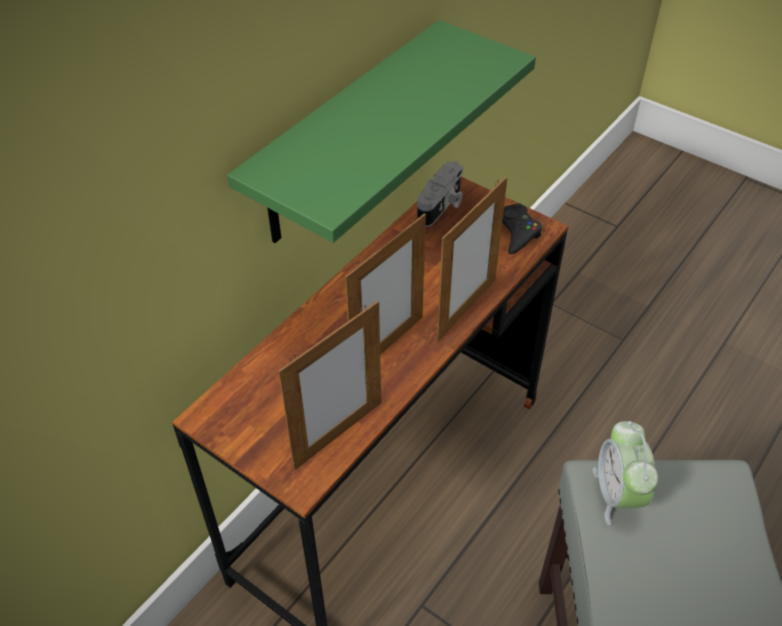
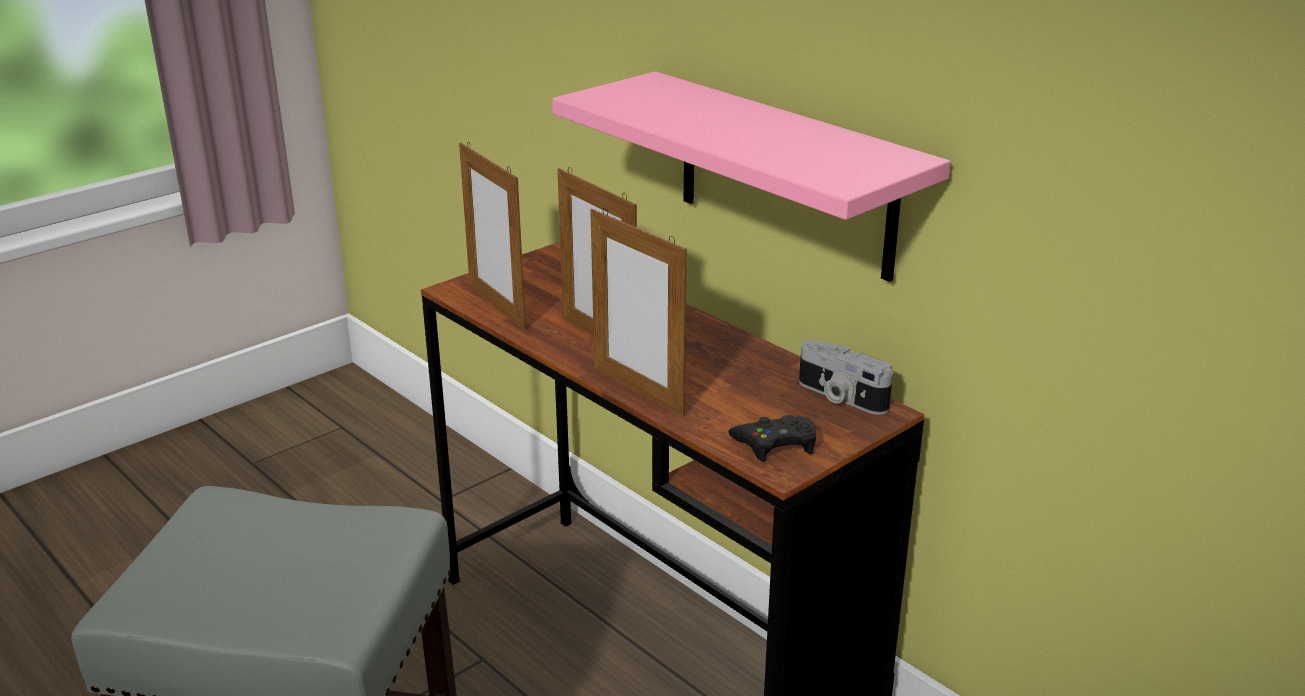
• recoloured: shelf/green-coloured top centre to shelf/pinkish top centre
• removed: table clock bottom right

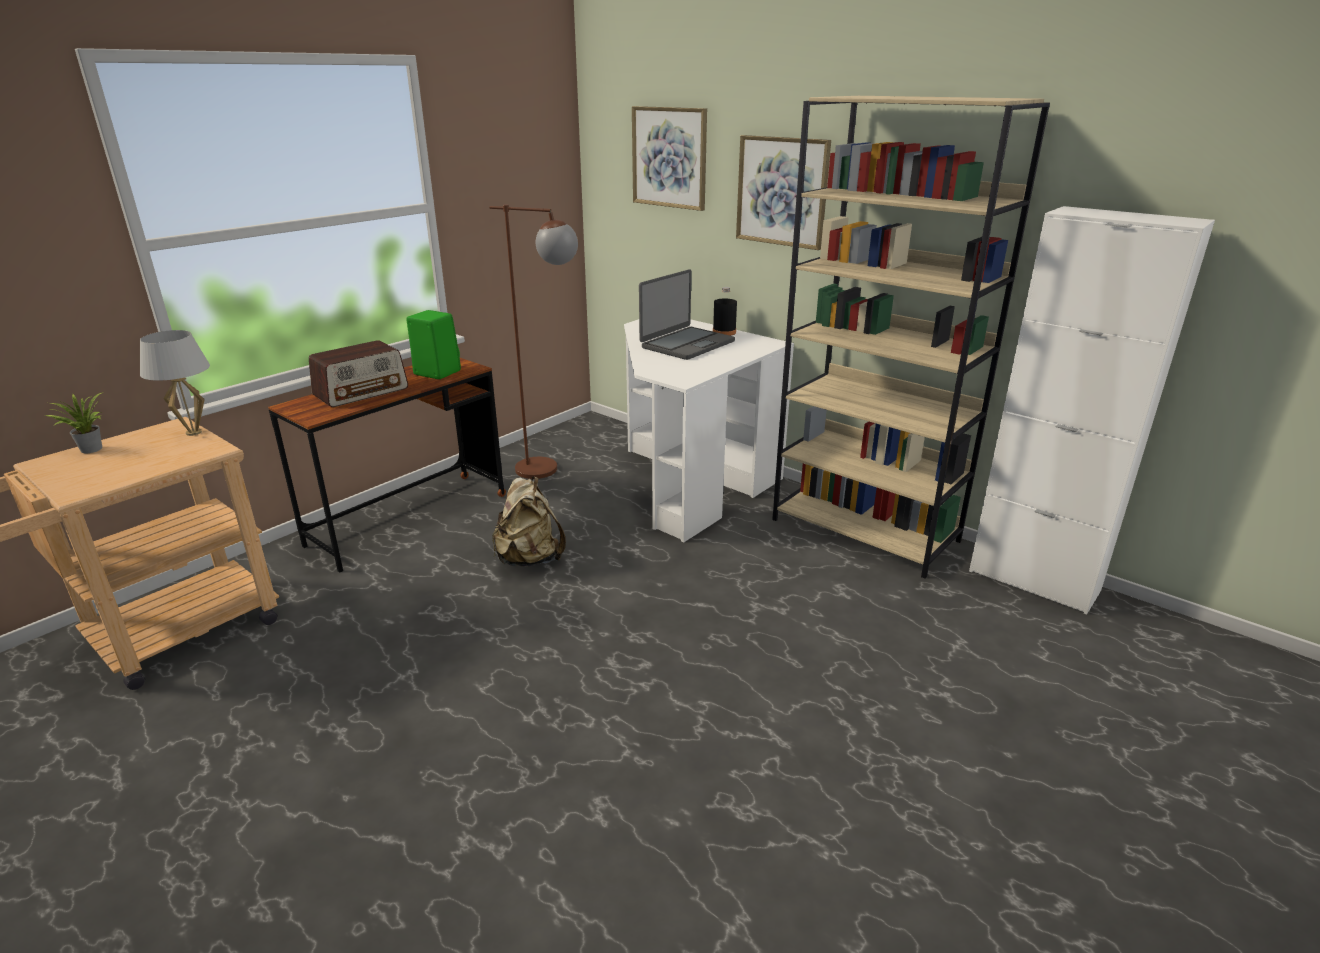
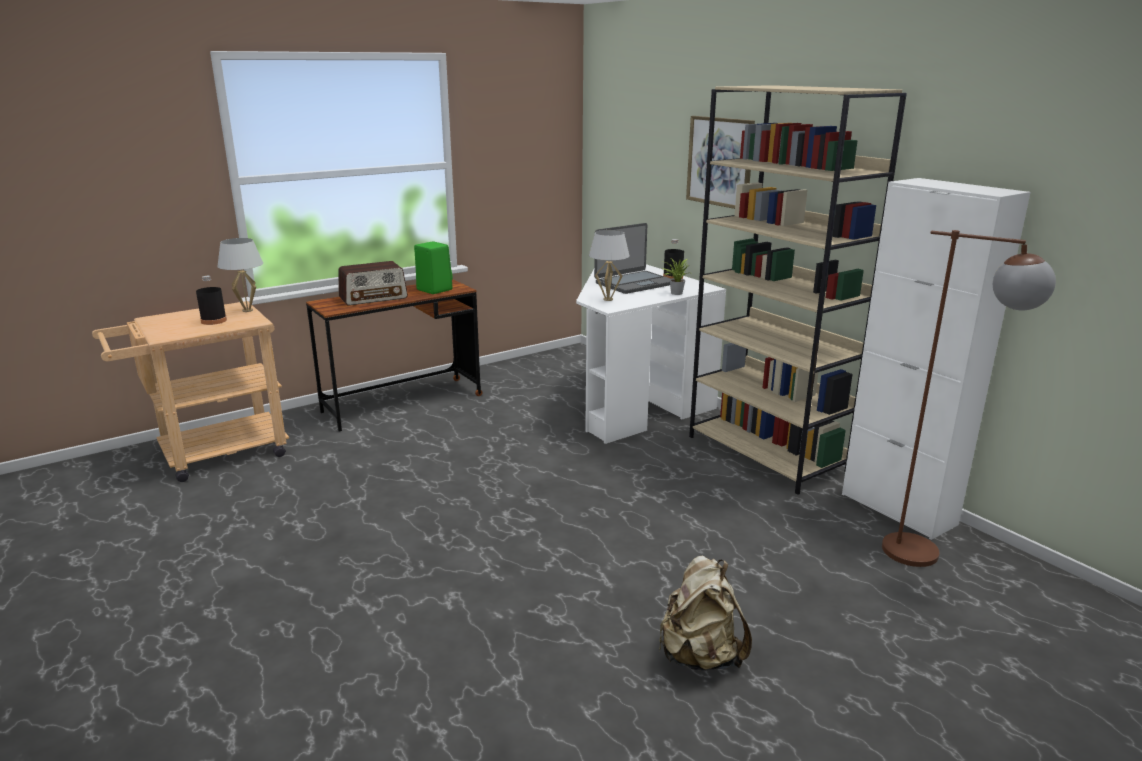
• removed: wall art (1st from left) top centre
• moved: standing lamp/brown-coloured centre to middle right
• moved: houseplant middle left to centre
• moved: rucksack/beige centre to bottom centre
• added: table lamp/white (2nd from left) centre
• added: beverage bottle/blackish (1st from left) middle left

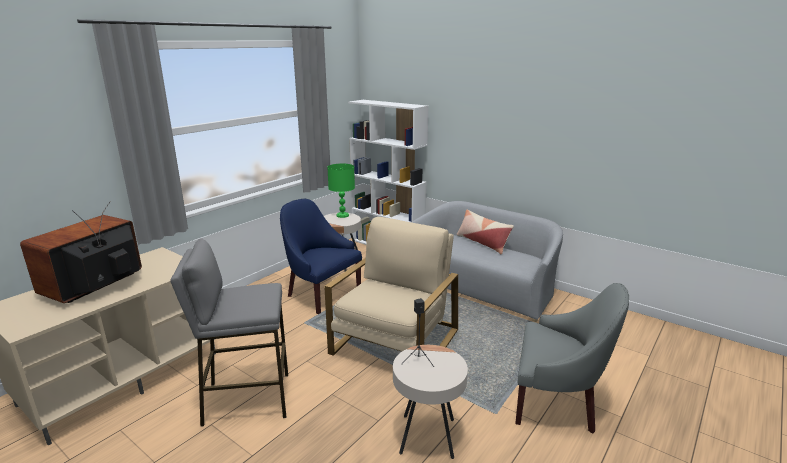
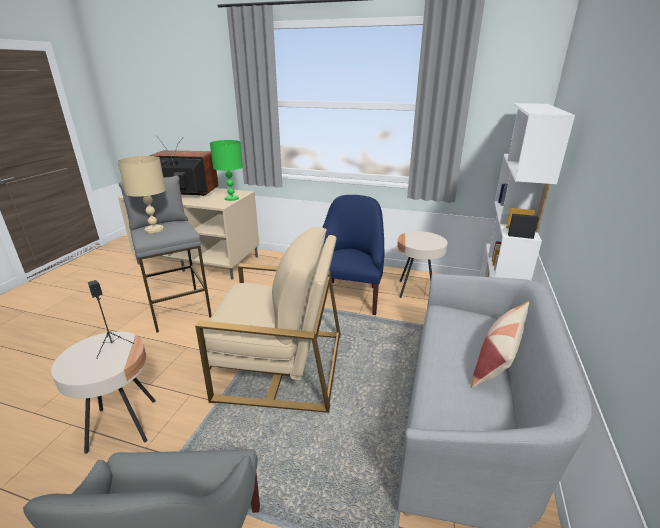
• moved: table lamp/green-coloured centre to top centre
• added: table lamp/beige middle left

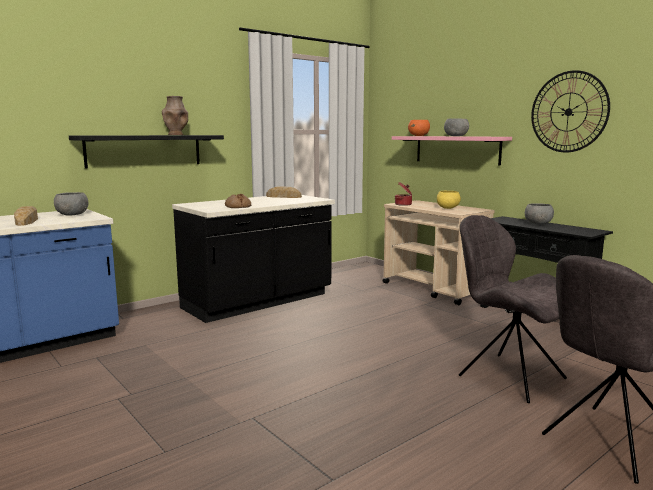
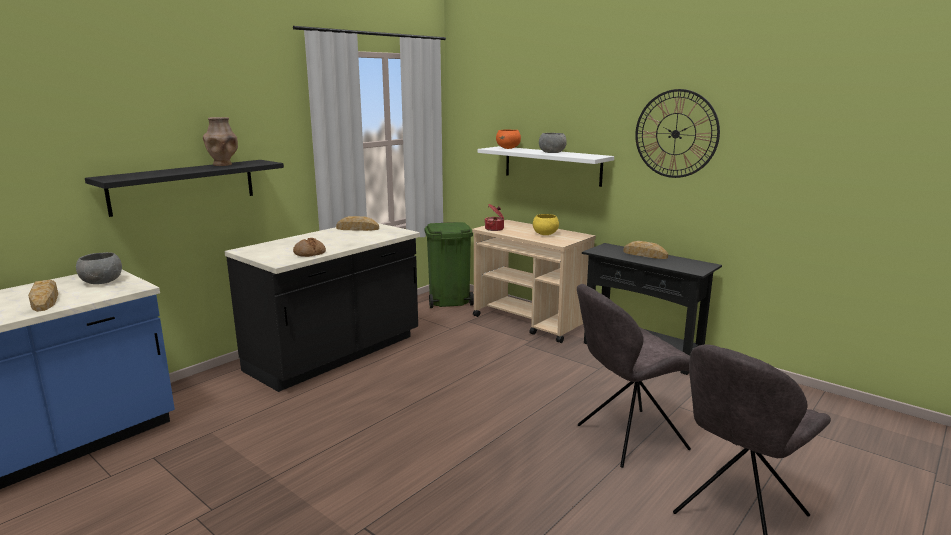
• recoloured: shelf/pinkish top right to shelf/white top centre
• replaced: bowl/gray (3rd from left) middle right to bread (4th from left) middle right
• turned: plain chair/gray (1st from left) middle right = bottom right 60 degrees counterclockwise
• added: waste bin/green-coloured centre

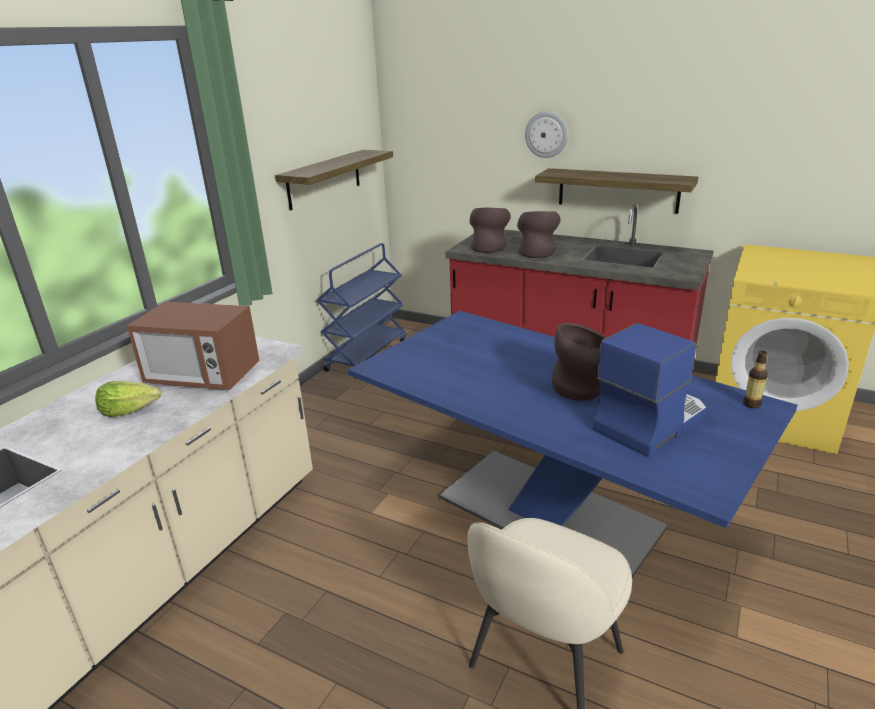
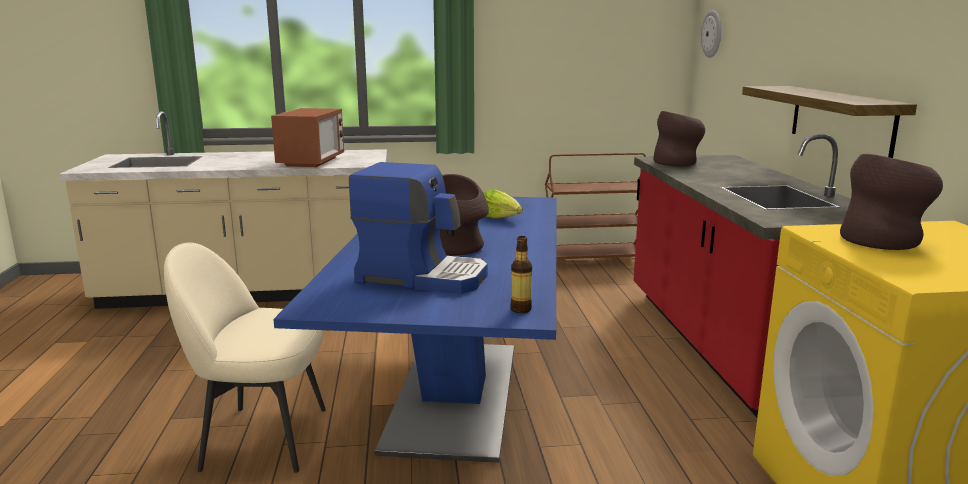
• moved: clock on the wall top centre to top right
• removed: shelf (1st from left) top centre
• moved: decorative vase/brown-coloured (2nd from left in the first image) top centre to decorative vase/brown-coloured (3rd from left) middle right
• recoloured: wheeled cart/blue centre to wheeled cart/brown-coloured centre
• turned: kitchen microwave middle left = top left 150 degrees counterclockwise
• moved: lettuce middle left to centre

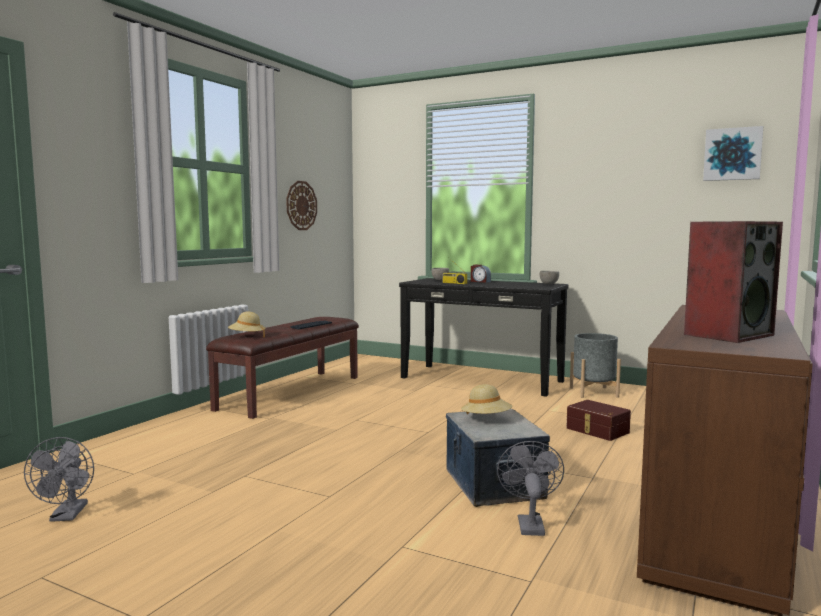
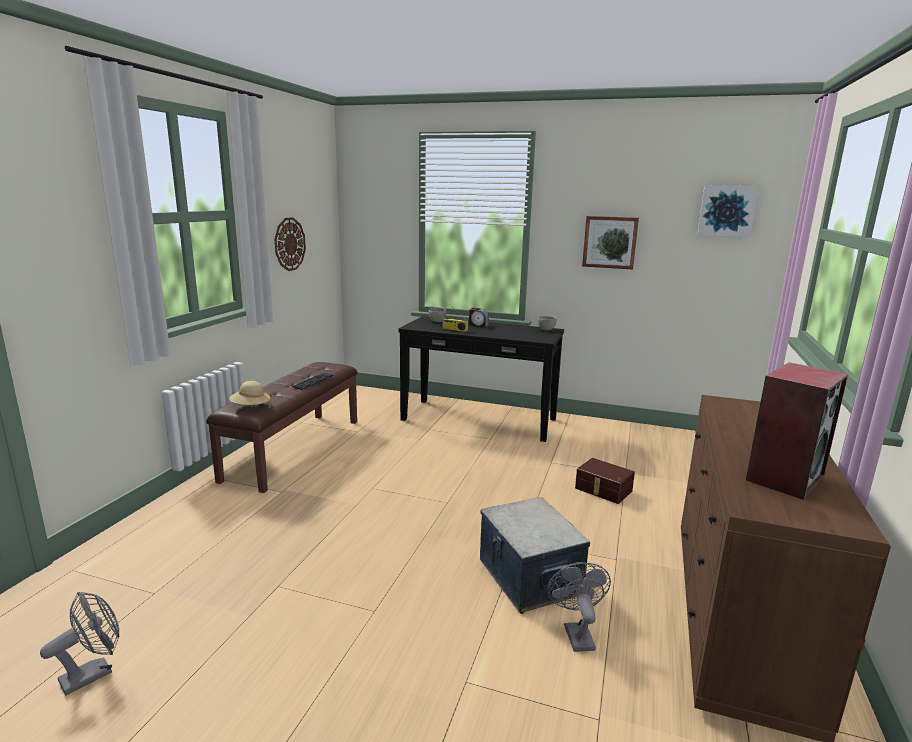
• removed: flower pot/gray middle right
• removed: wearable hat/beige (2nd from left) centre
• turned: fan/gray (1st from left) bottom left = bottom left 120 degrees counterclockwise
• added: wall art (1st from left) top right

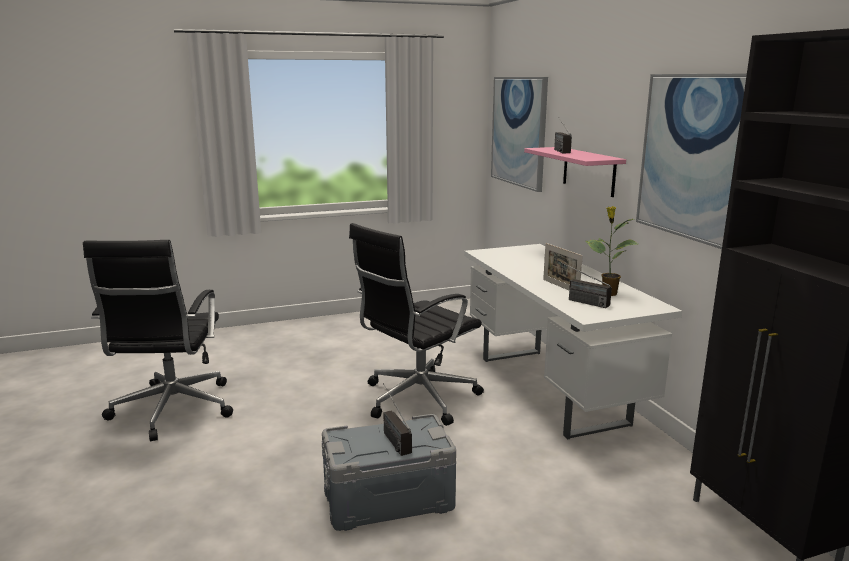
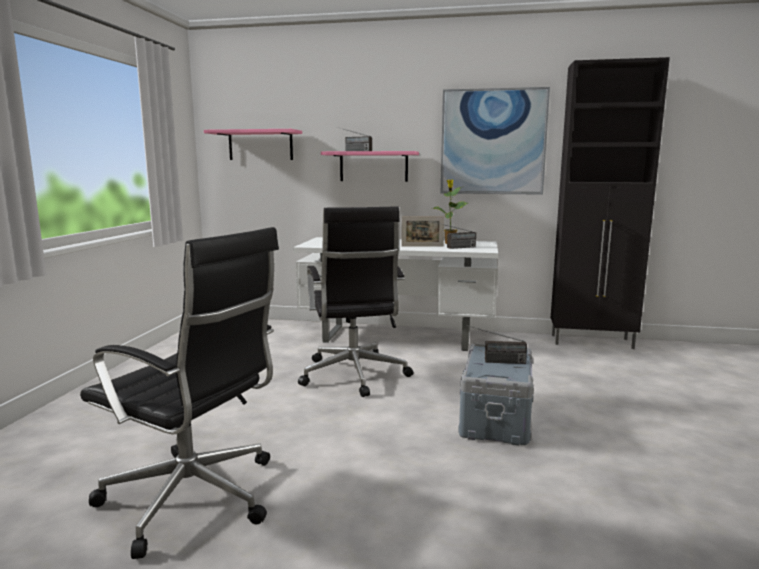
• replaced: wall art (1st from left) top centre to shelf/pinkish (1st from left) top centre

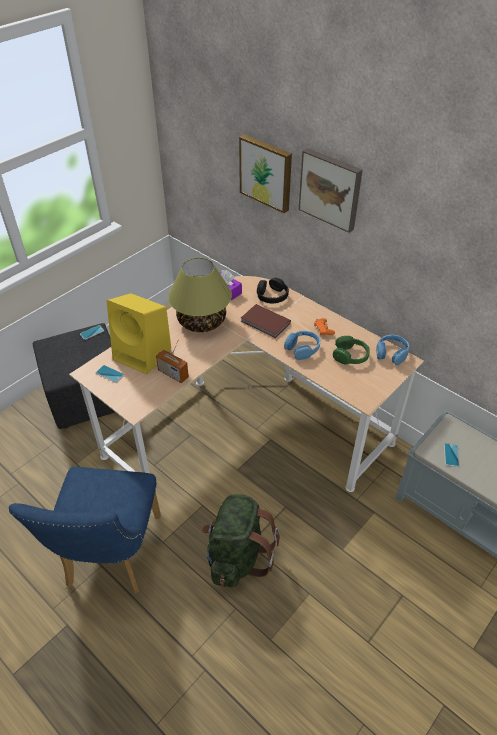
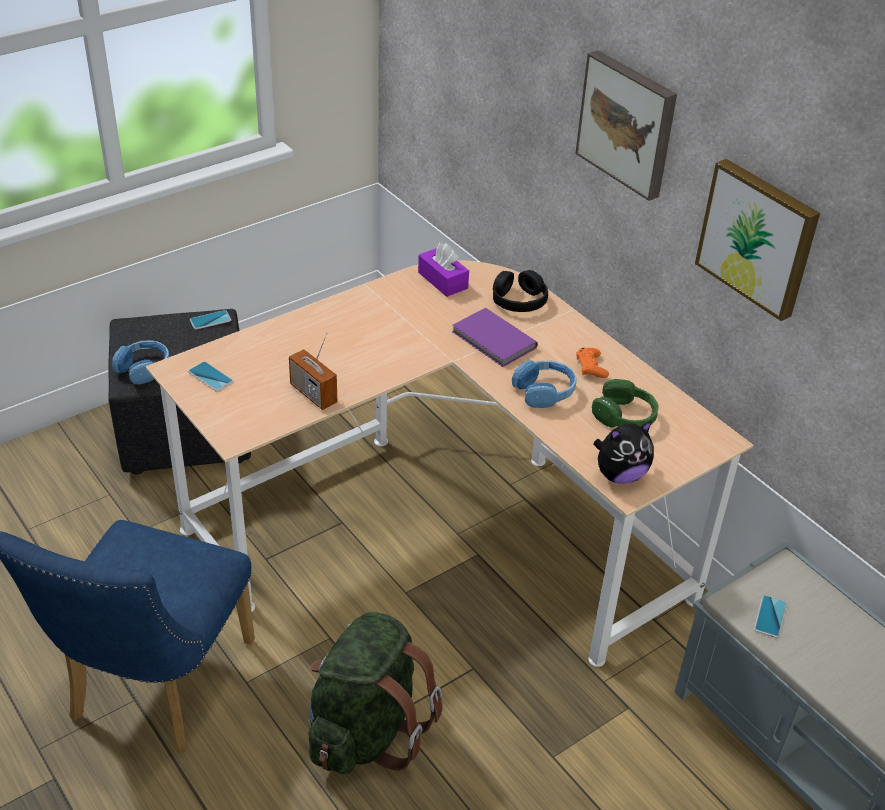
• moved: wall art (1st from left in the first image) top centre to wall art (2nd from left) top right
• removed: table lamp centre
• removed: speaker/yellow middle left
• recoloured: bound book/brown-coloured centre to bound book/purplish centre
• moved: pair of headphones/blue (2nd from left in the first image) middle right to pair of headphones/blue (1st from left) middle left
• added: cuddly toy middle right

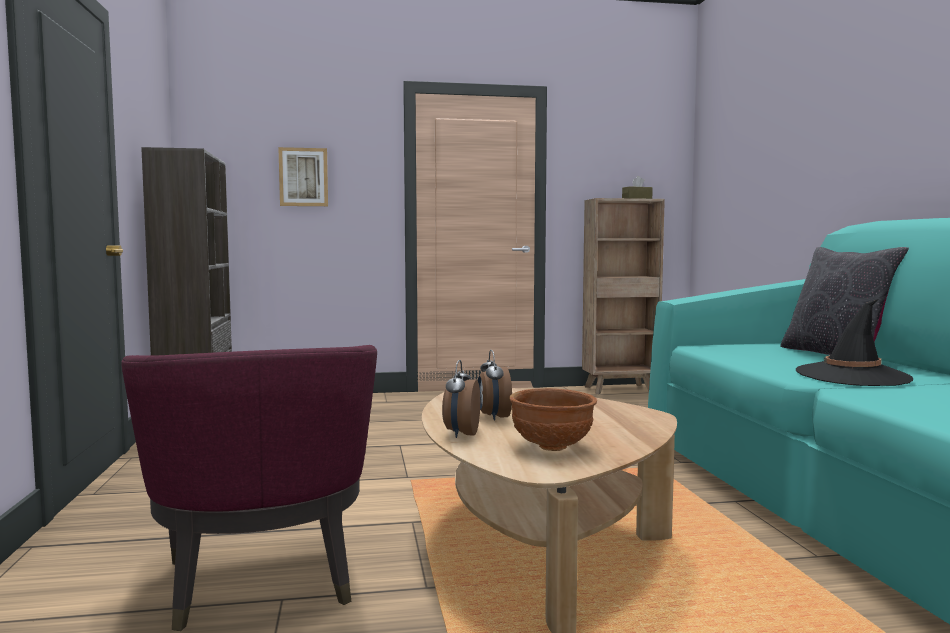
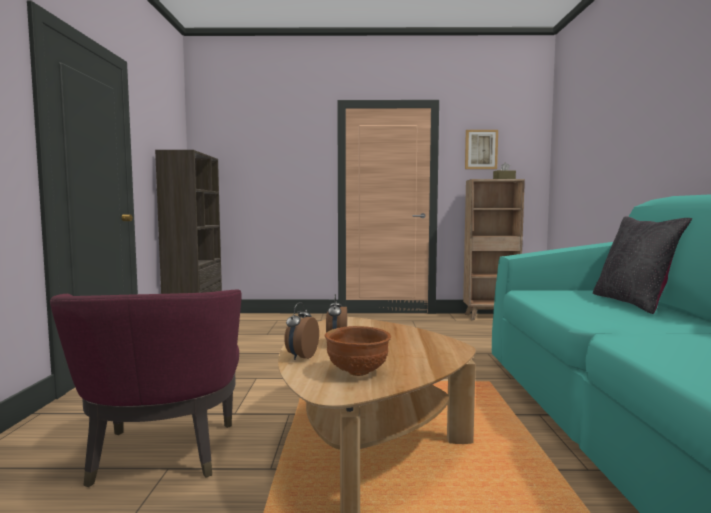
• moved: wall art top left to top right
• removed: wearable hat/blackish middle right

